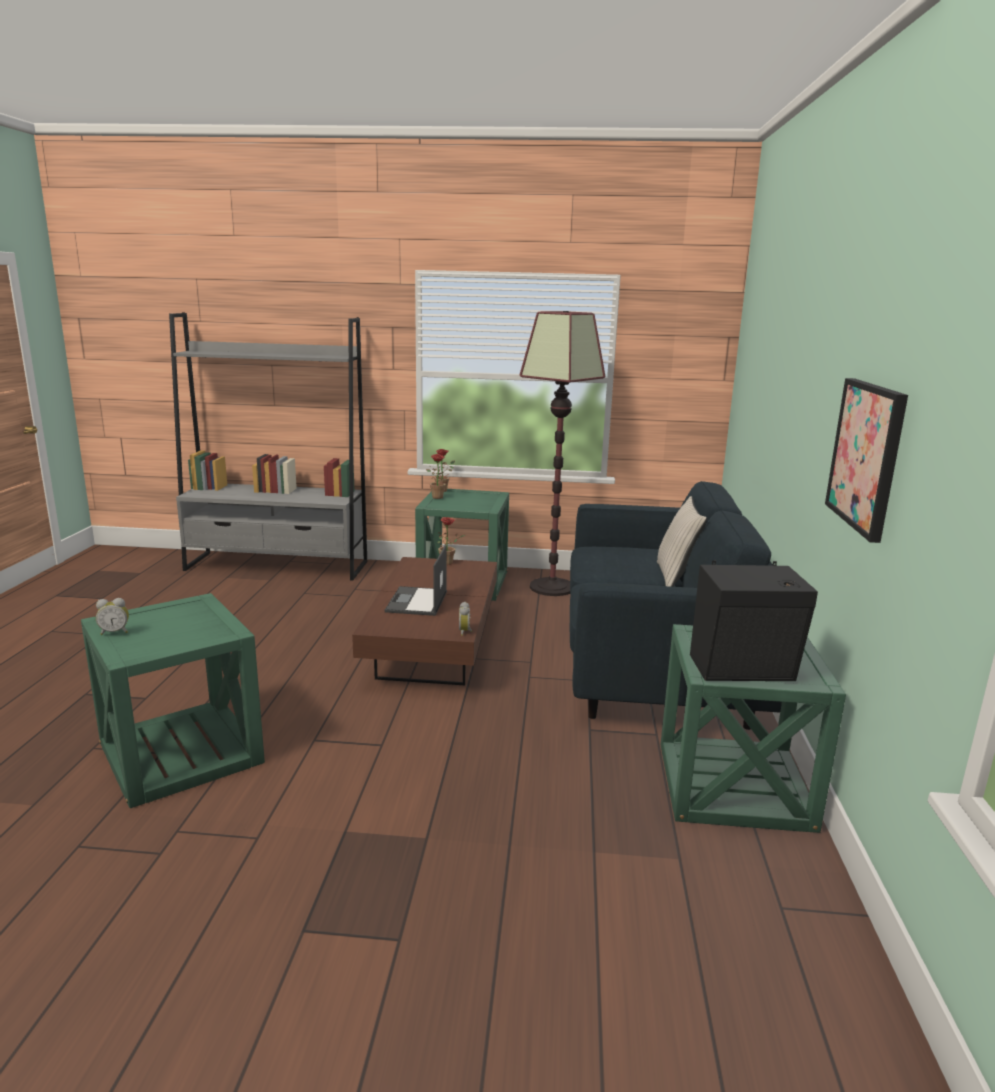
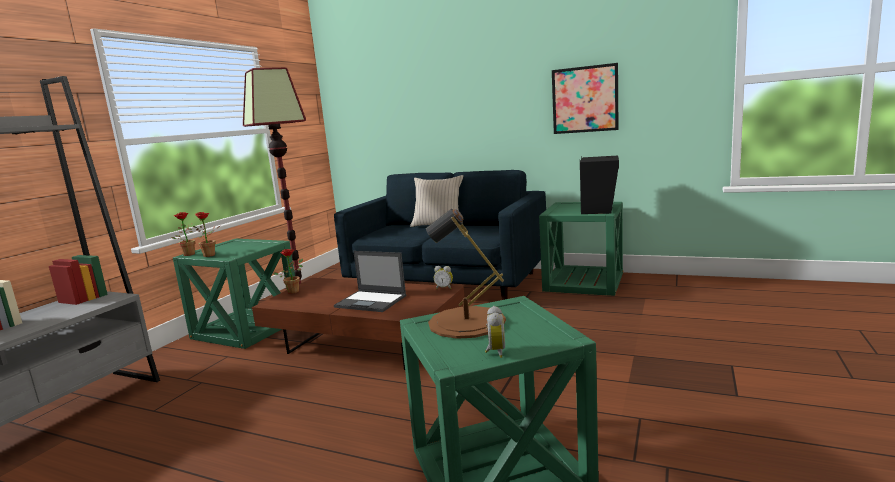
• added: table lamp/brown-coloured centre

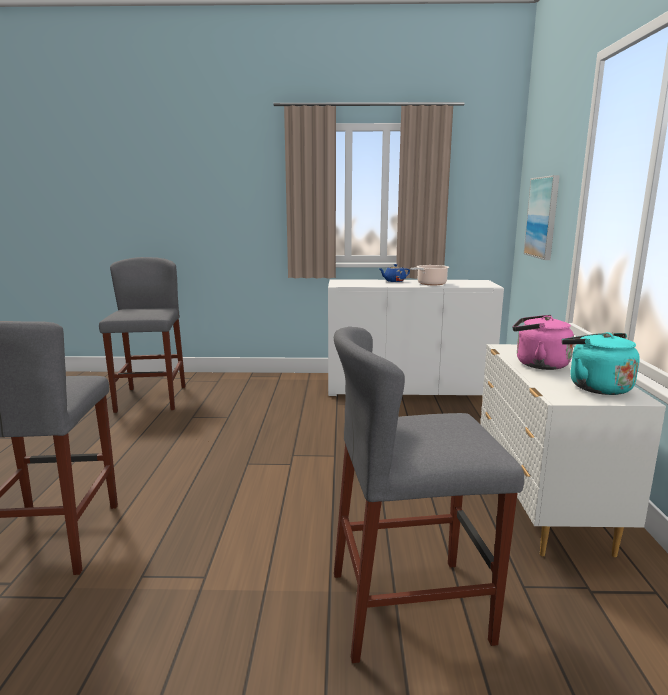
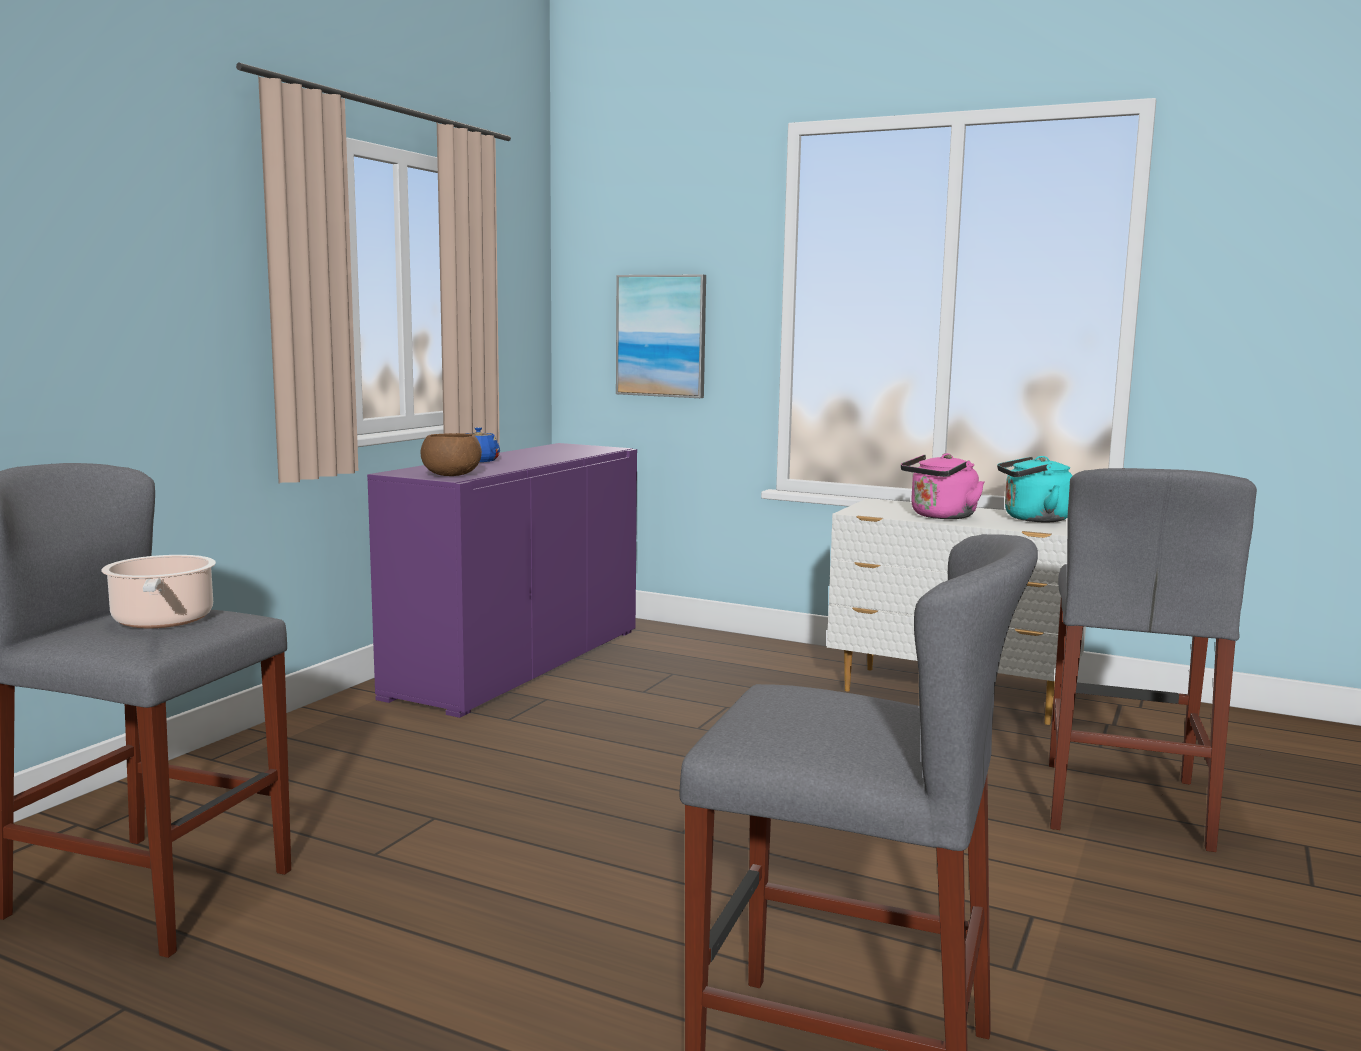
• moved: saucepot centre to middle left
• recoloured: cabinet/white centre to cabinet/purplish centre
• added: bowl/brown-coloured middle left

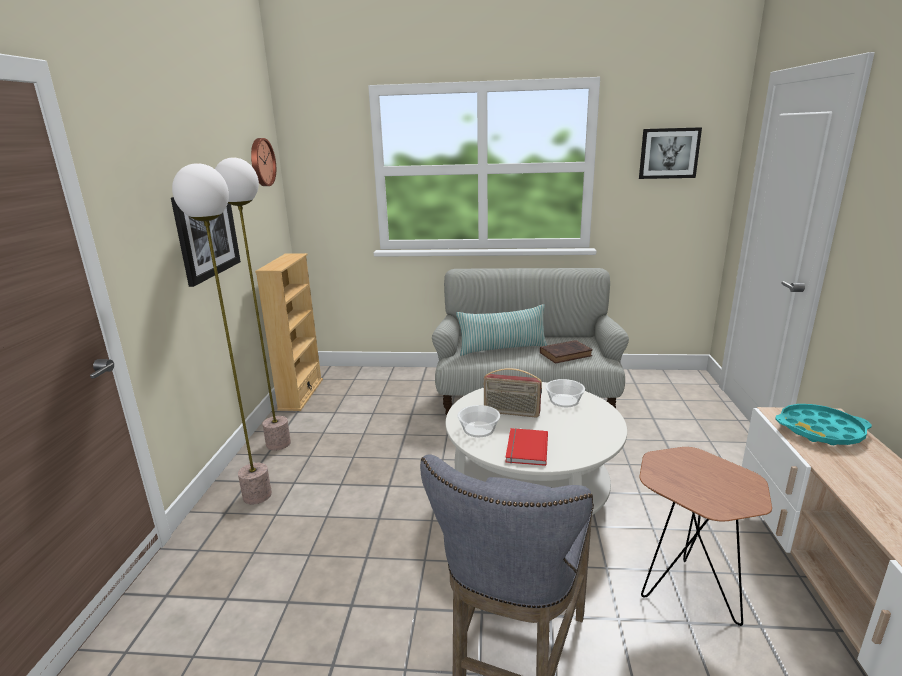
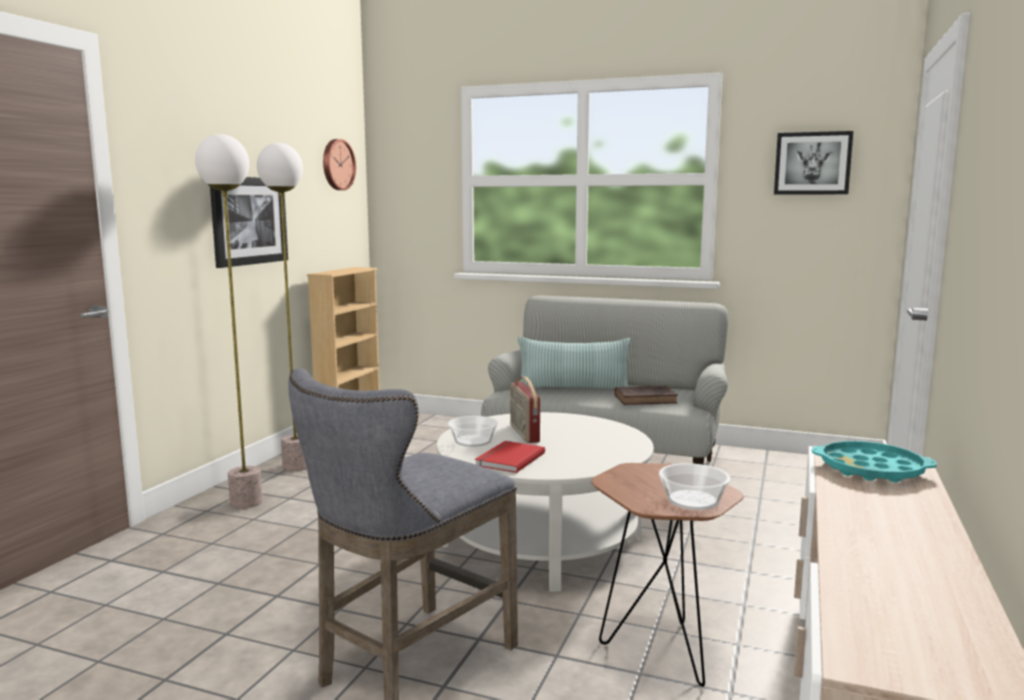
• turned: radio receiver centre = centre 45 degrees clockwise
• moved: bowl (2nd from left) centre to bottom right

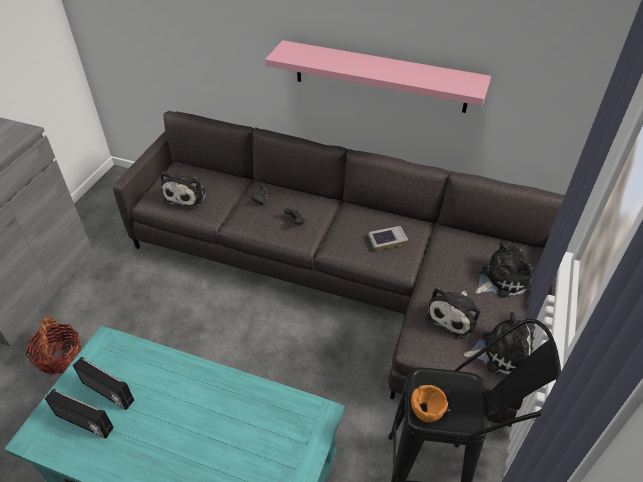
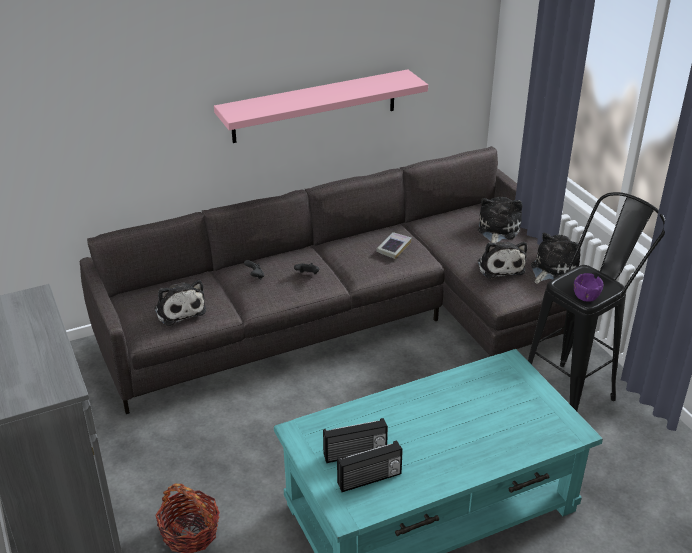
• recoloured: bowl/orange-coloured bottom right to bowl/purplish middle right

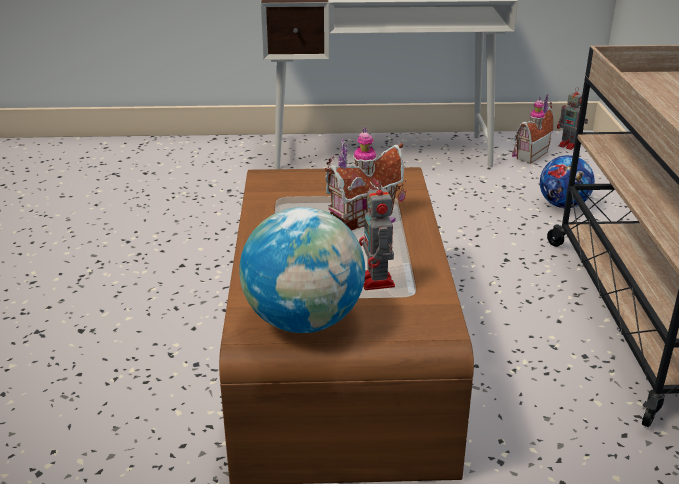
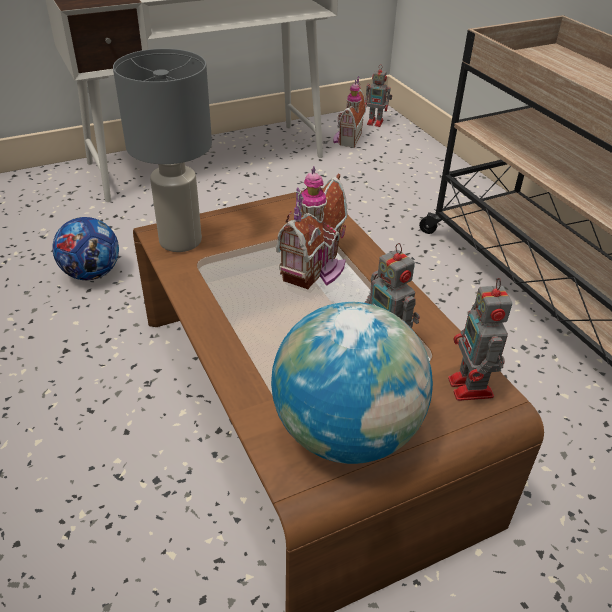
• moved: ball for football middle right to middle left
• added: table lamp/gray top left
• added: robot figure (3rd from left) middle right

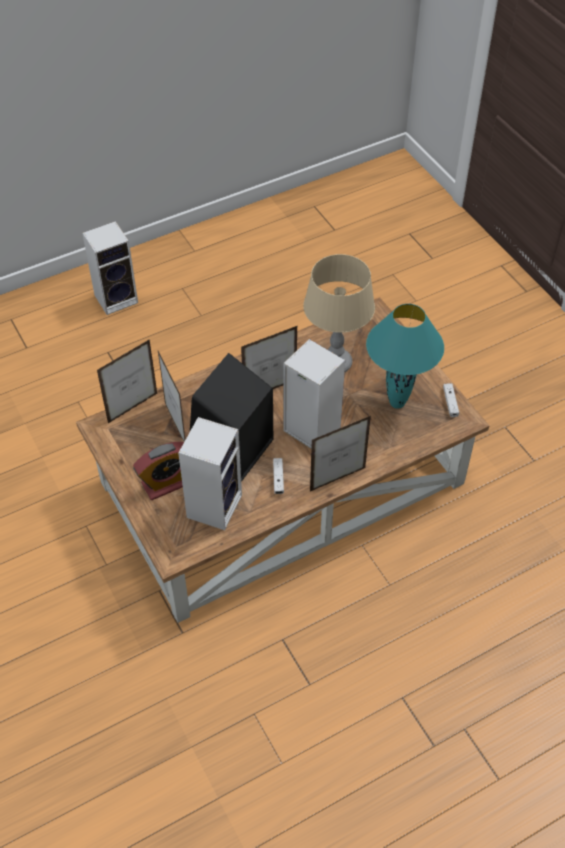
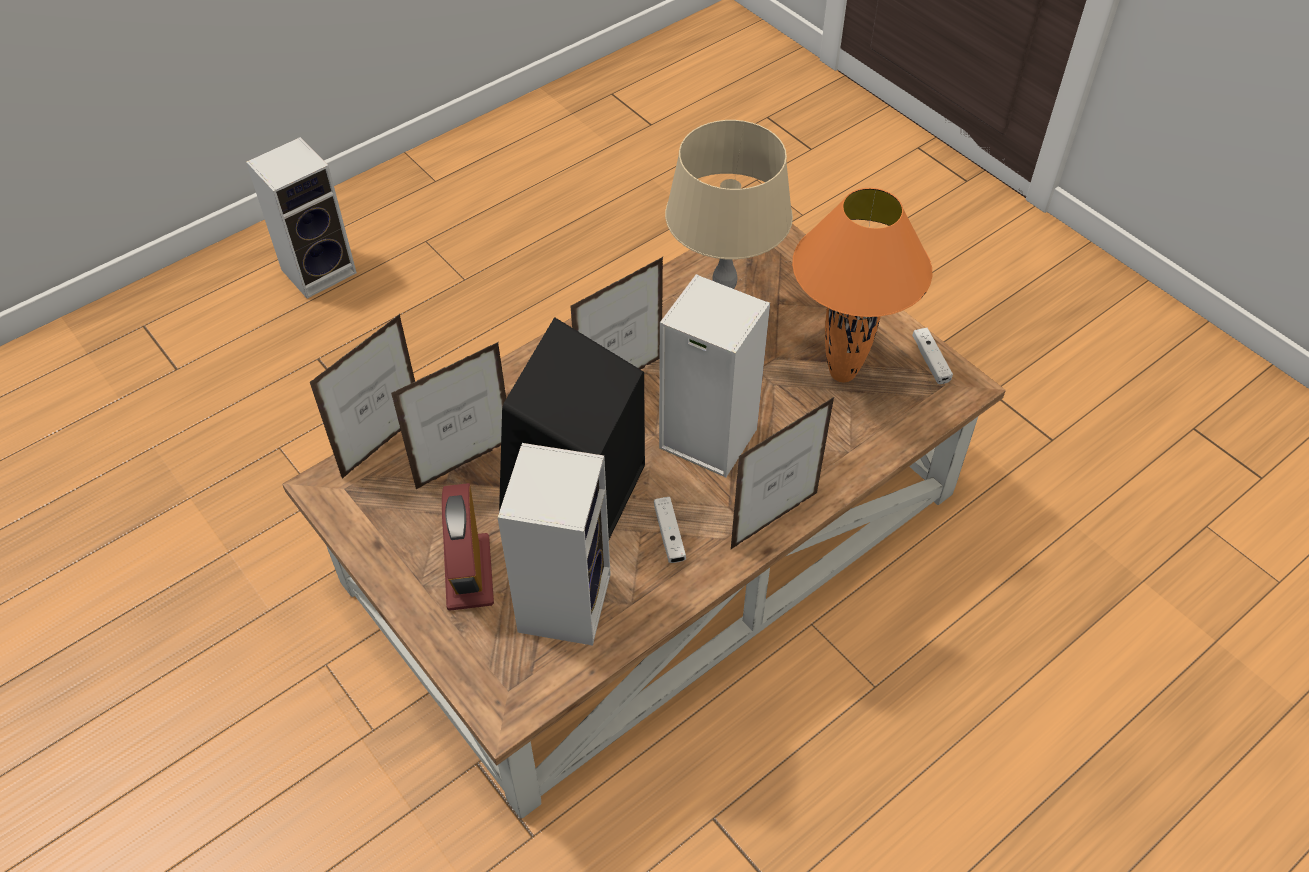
• recoloured: table lamp/blue-green middle right to table lamp/orange-coloured top centre
• turned: standing frame (2nd from left) middle left = centre 90 degrees counterclockwise
• turned: table clock middle left = centre 120 degrees clockwise

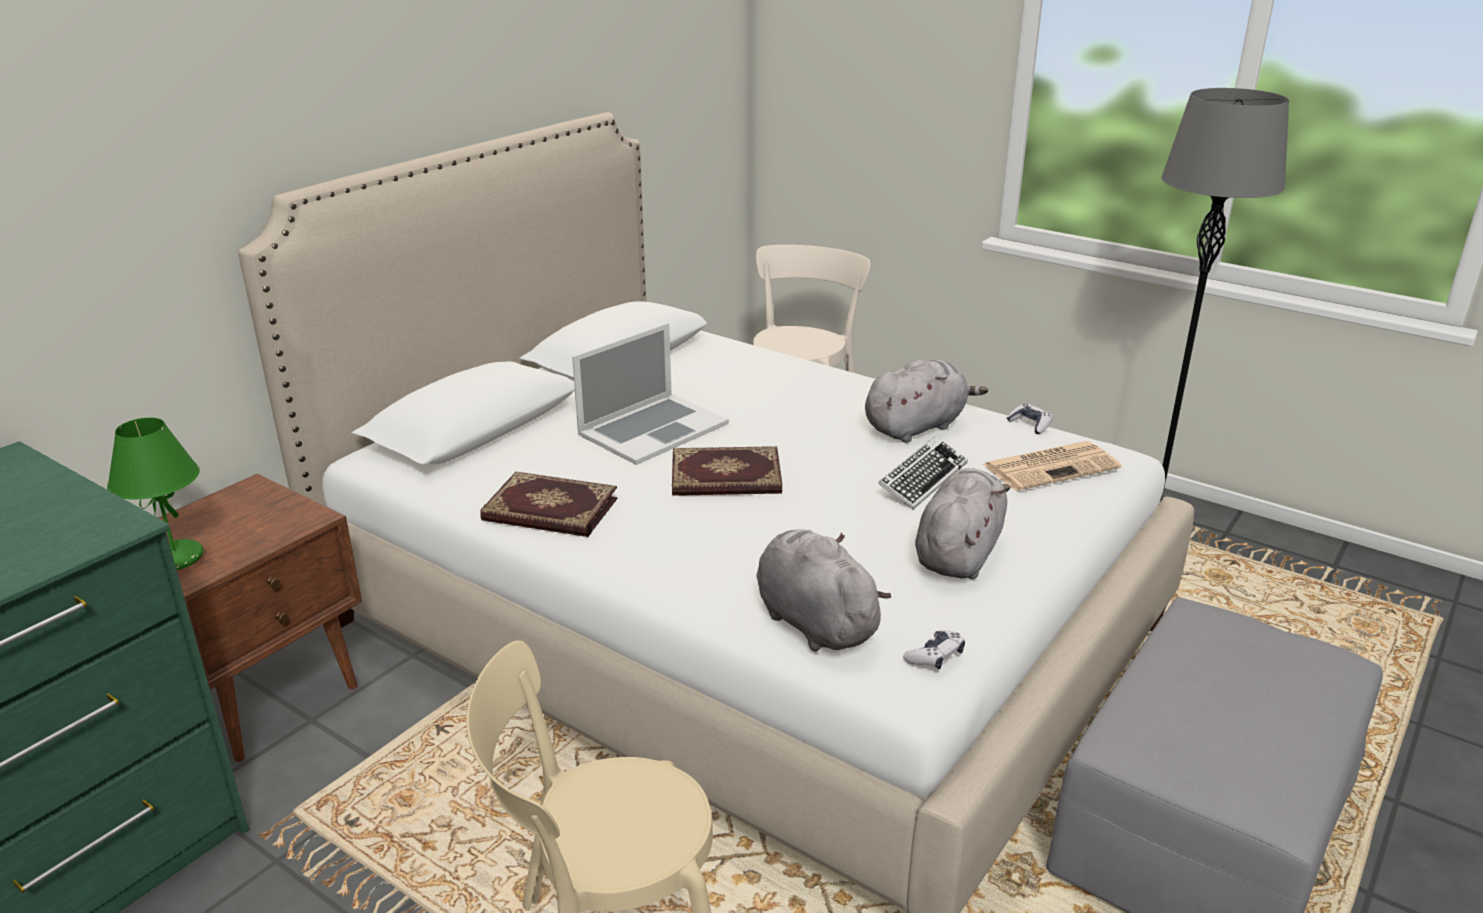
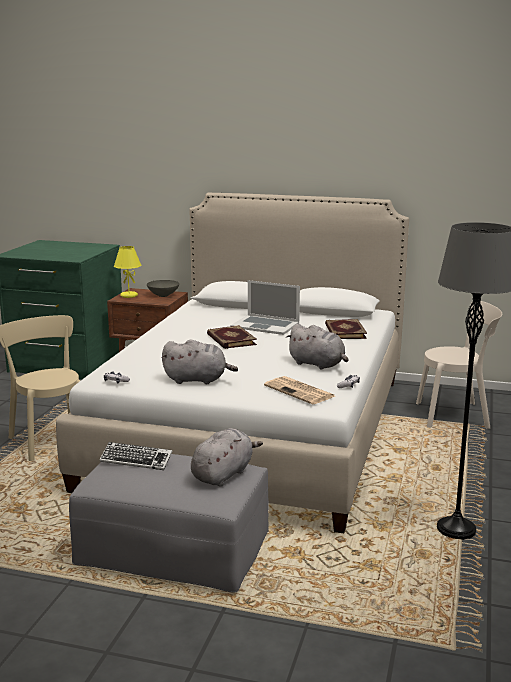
• recoloured: table lamp/green-coloured middle left to table lamp/yellow middle left
• moved: computer keyboard centre to bottom left
• moved: bound book (1st from left in the first image) centre to bound book (2nd from left) middle right
• moved: cuddly toy/gray (1st from left in the first image) centre to cuddly toy/gray (2nd from left) bottom centre
• added: bowl/gray middle left

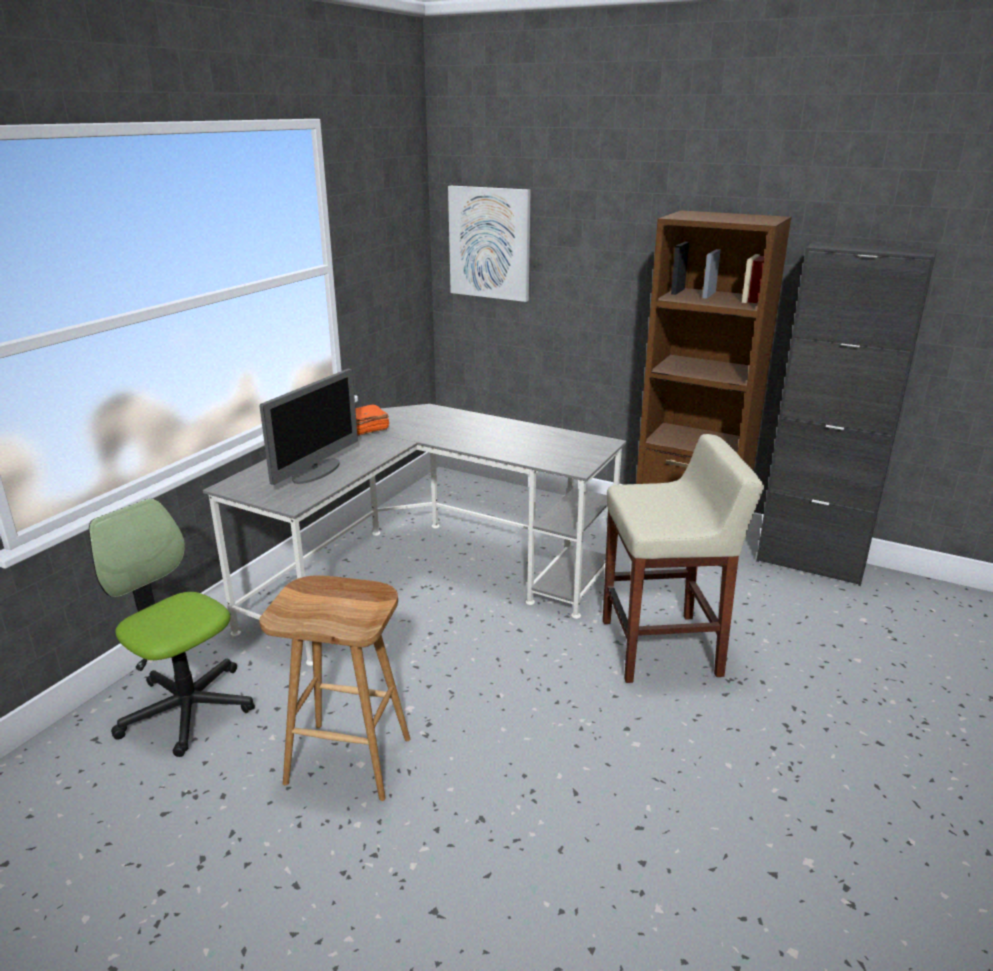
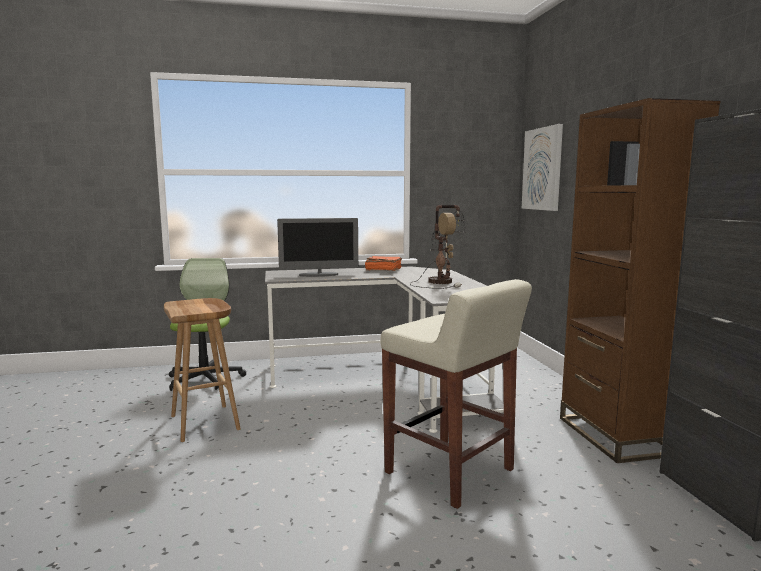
• added: table lamp centre

